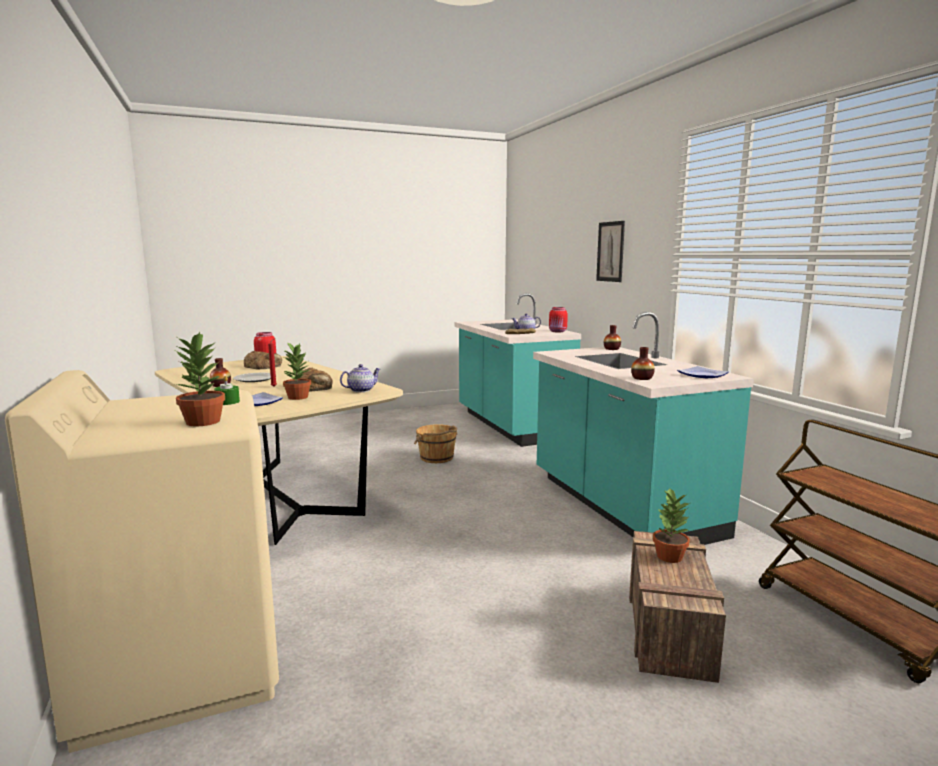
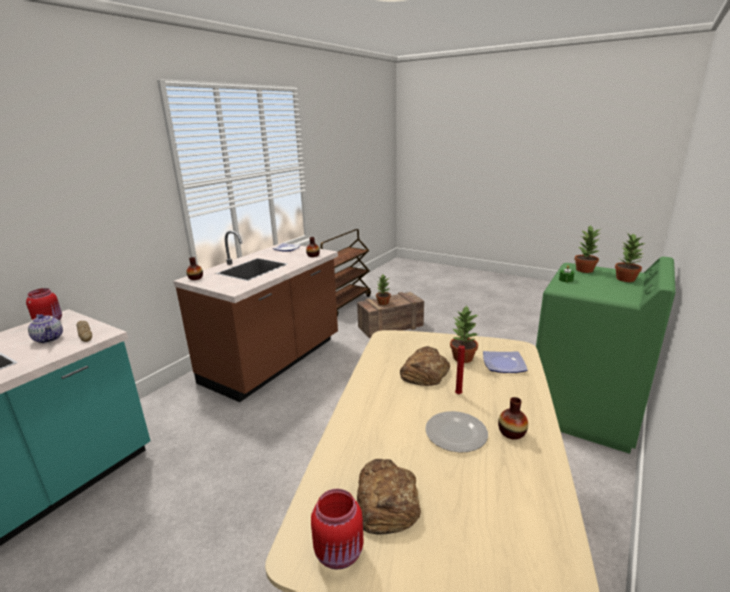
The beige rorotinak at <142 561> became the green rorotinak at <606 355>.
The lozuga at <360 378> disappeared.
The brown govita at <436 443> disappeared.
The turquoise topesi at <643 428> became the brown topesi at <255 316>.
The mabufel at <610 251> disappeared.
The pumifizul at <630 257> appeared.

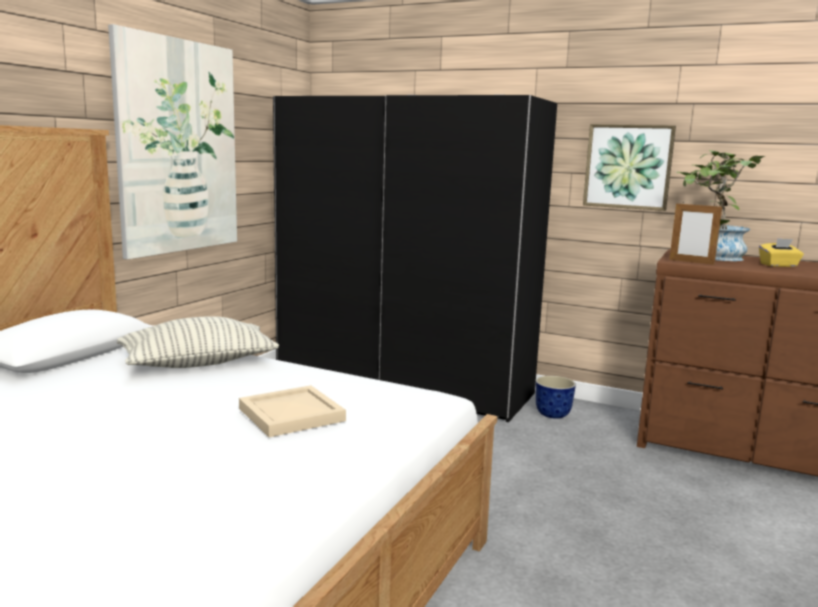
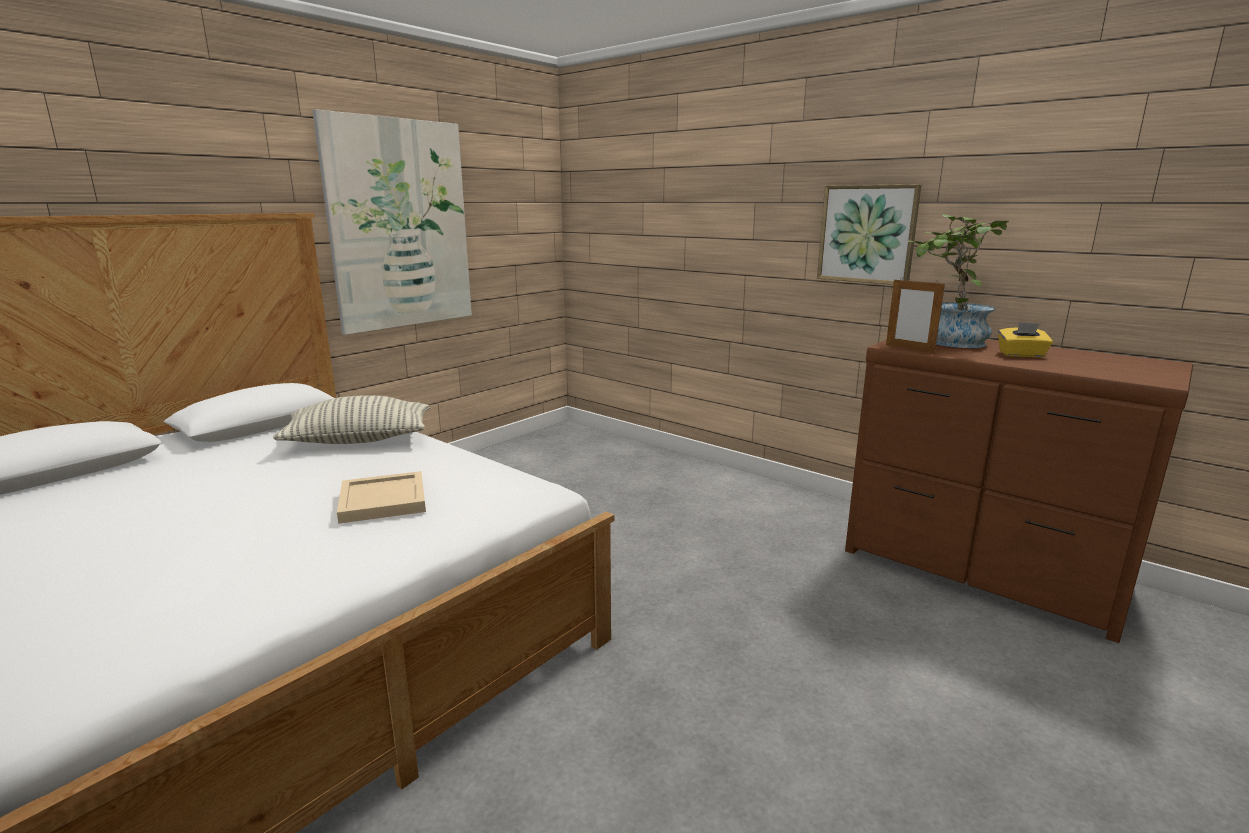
The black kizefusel at <415 258> disappeared.
The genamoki at <556 397> disappeared.

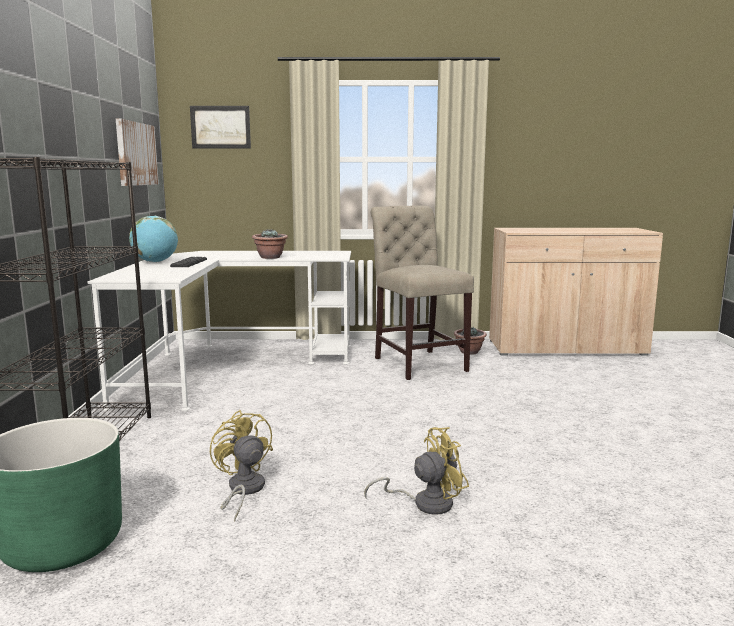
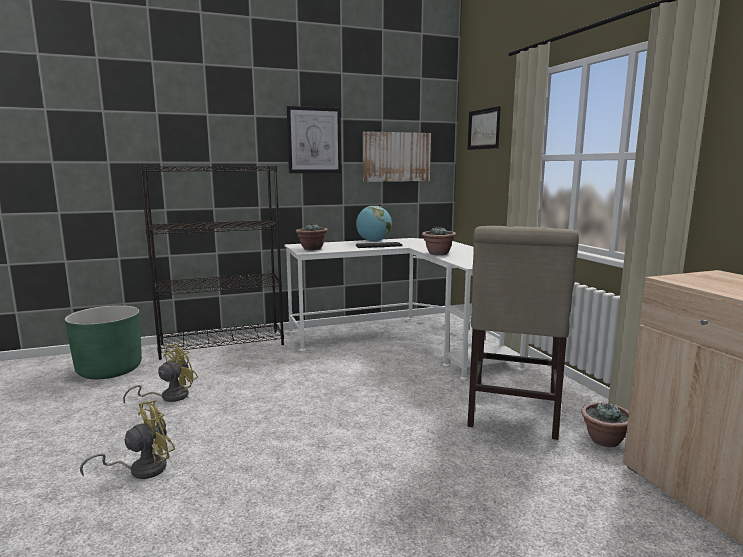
The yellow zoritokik at <416 471> turned 90 degrees counterclockwise.
The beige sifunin at <422 292> turned 150 degrees clockwise.
The mabufel at <314 139> appeared.
The pumifizul at <312 236> appeared.

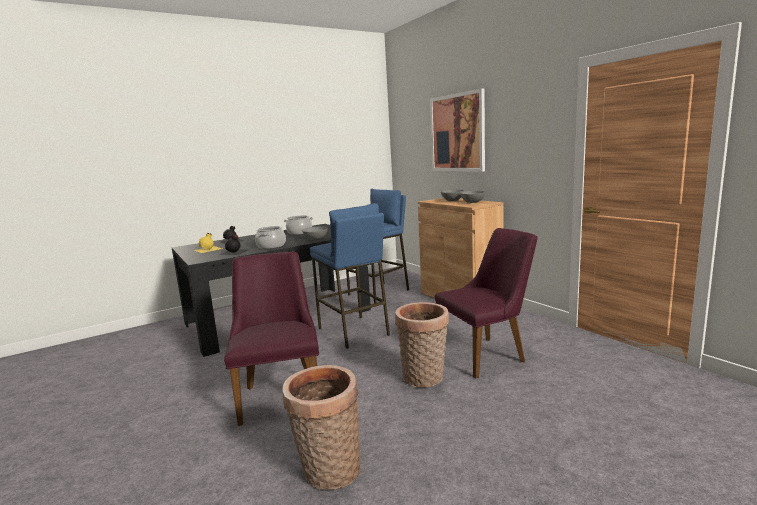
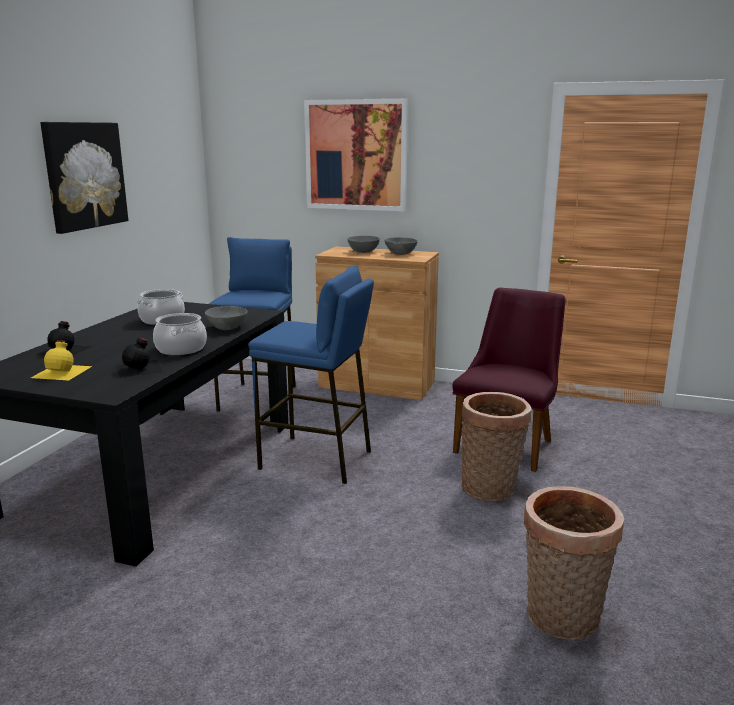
The purple sifunin at <271 338> disappeared.
The mabufel at <84 178> appeared.

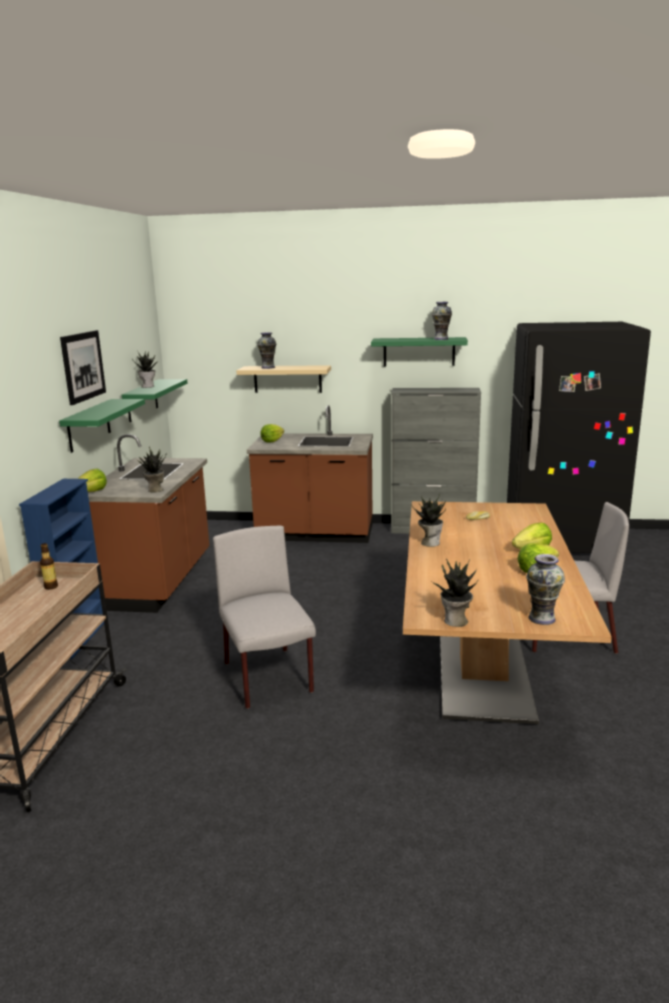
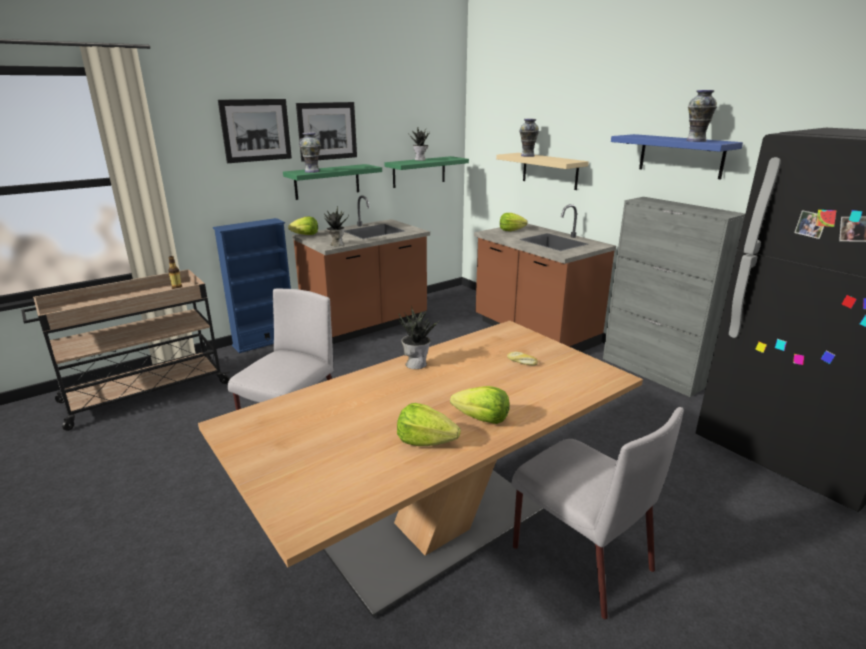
The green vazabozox at <419 351> became the blue vazabozox at <677 156>.
The pumifizul at <454 592> disappeared.
The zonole moved from <545 589> to <310 152>.
The mabufel at <255 131> appeared.

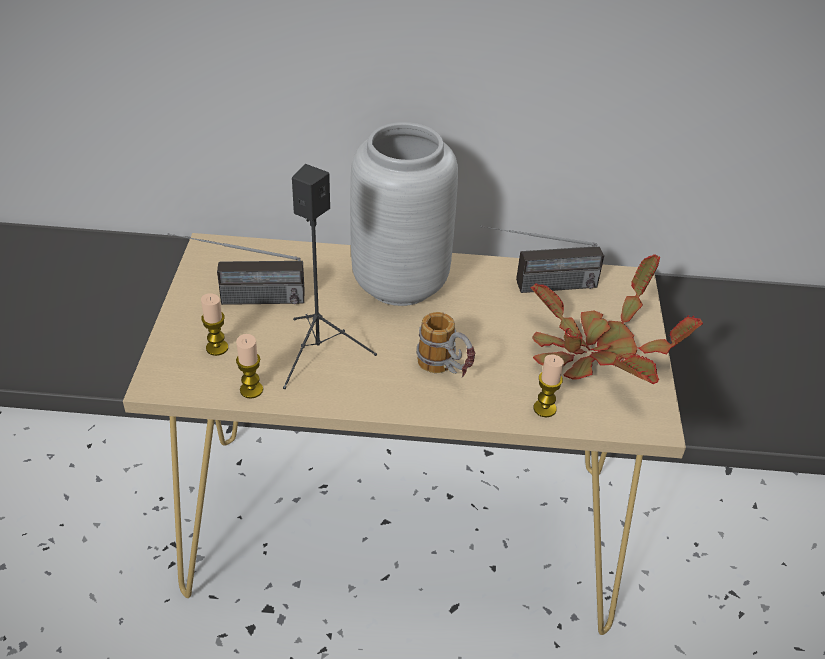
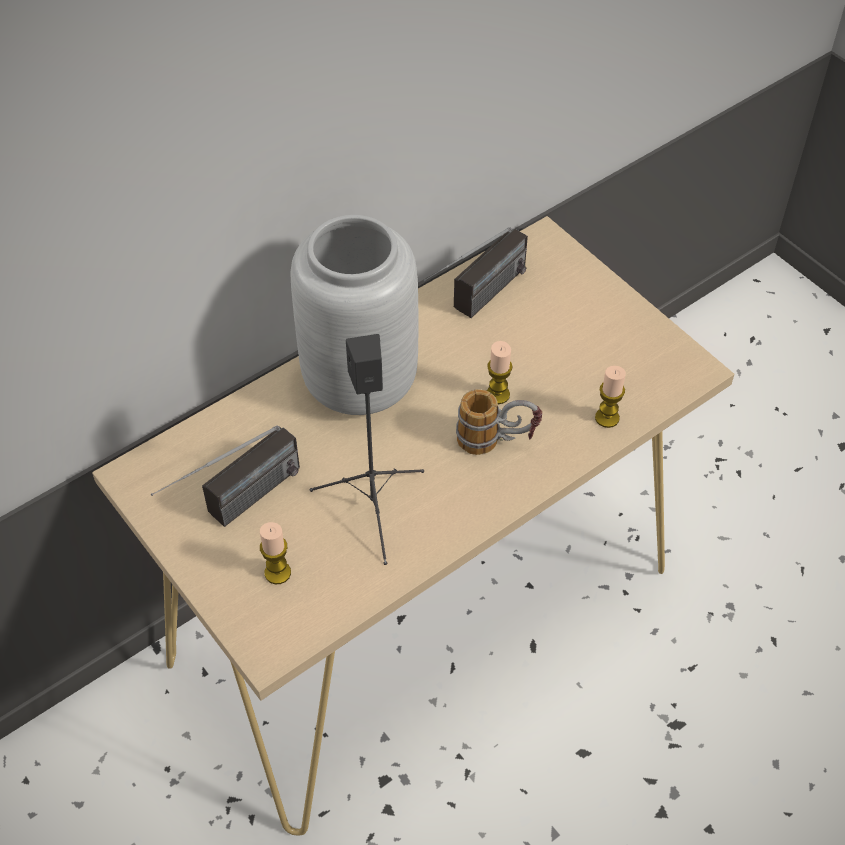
The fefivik moved from <249 366> to <500 372>.
The pumifizul at <616 319> disappeared.

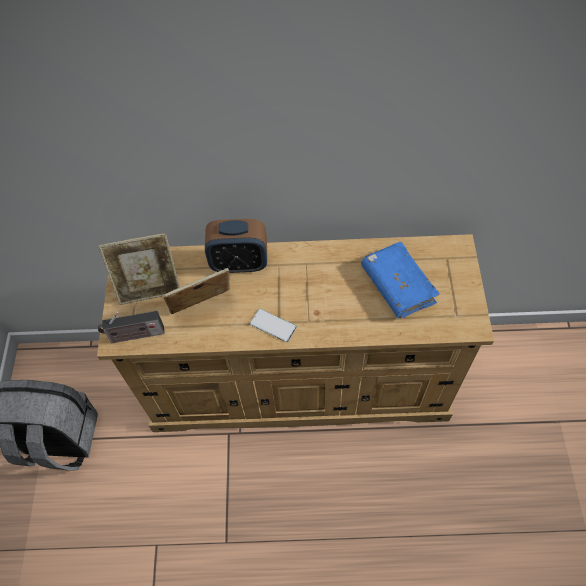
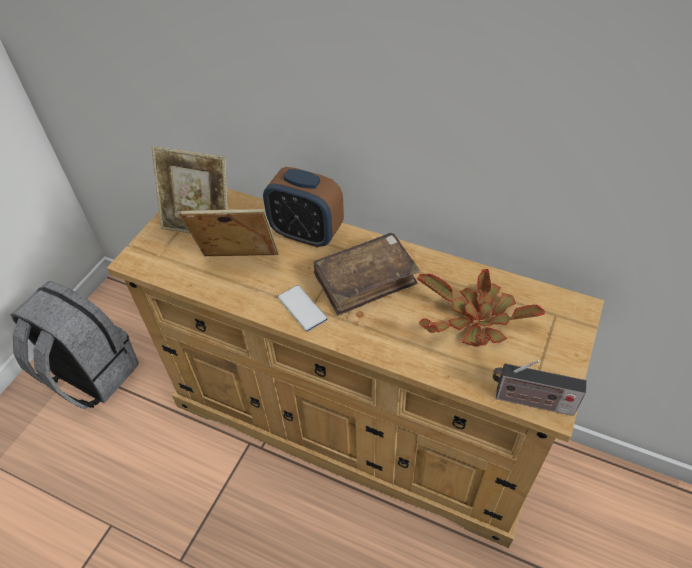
The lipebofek moved from <131 327> to <539 388>.
The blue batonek at <400 280> was replaced by the pumifizul at <481 308>.
The brown batonek at <366 274> appeared.

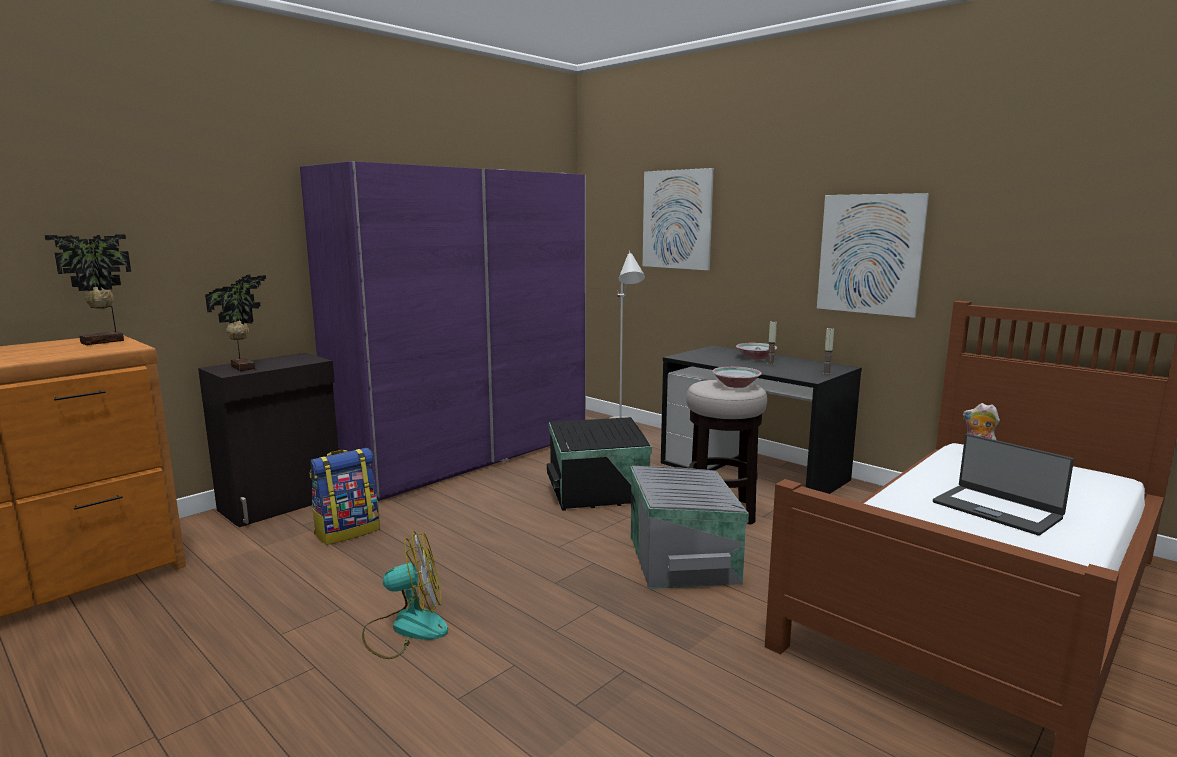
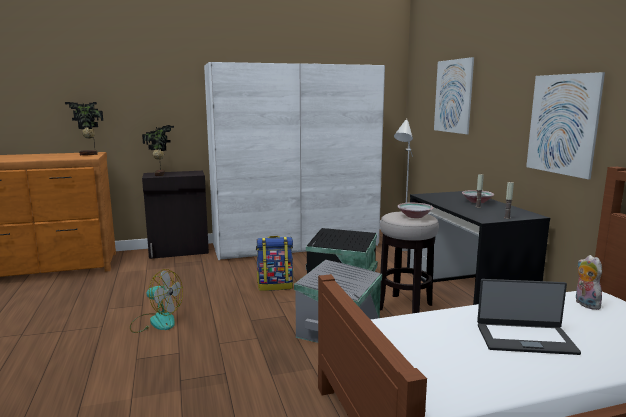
The purple kizefusel at <443 331> became the white kizefusel at <294 161>.
The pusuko moved from <344 496> to <274 263>.
The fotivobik at <1003 485> turned 75 degrees counterclockwise.

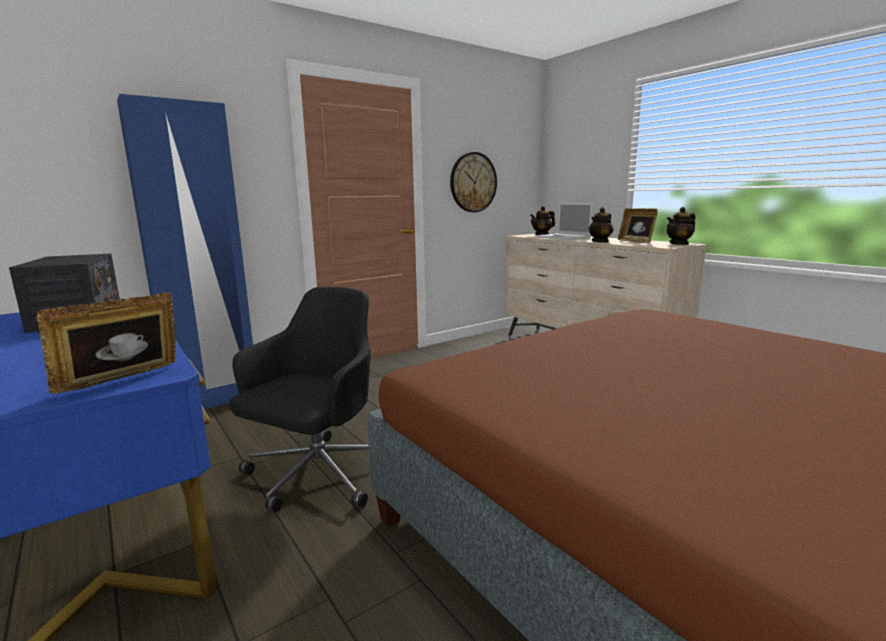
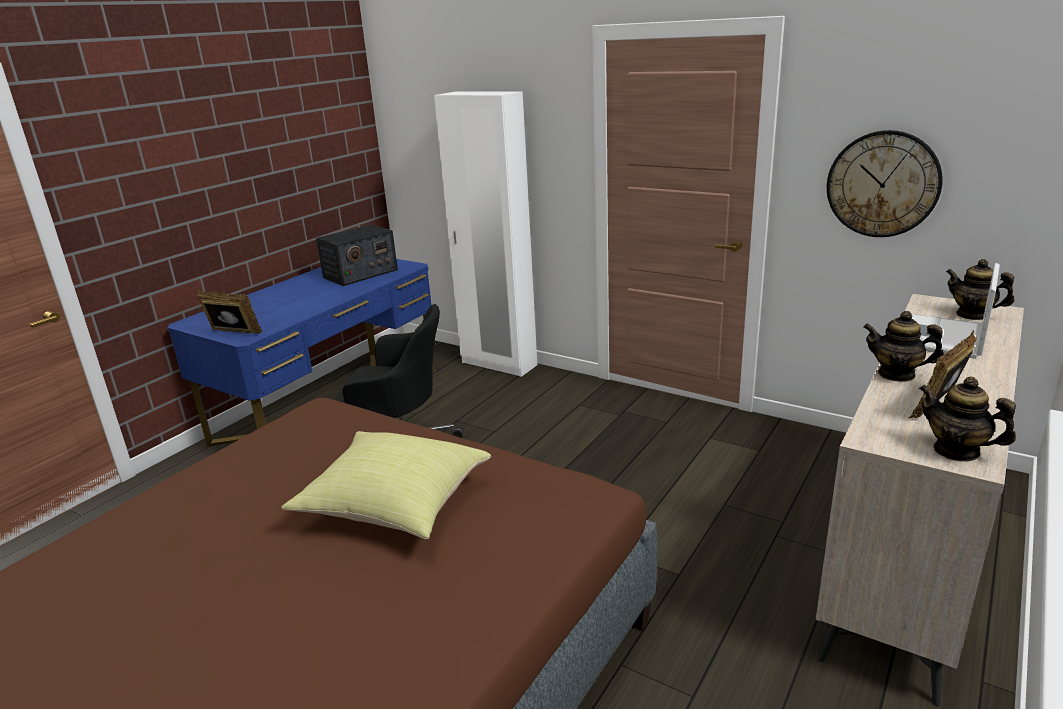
The blue kizefusel at <185 252> became the white kizefusel at <485 234>.
The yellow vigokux at <386 485> appeared.

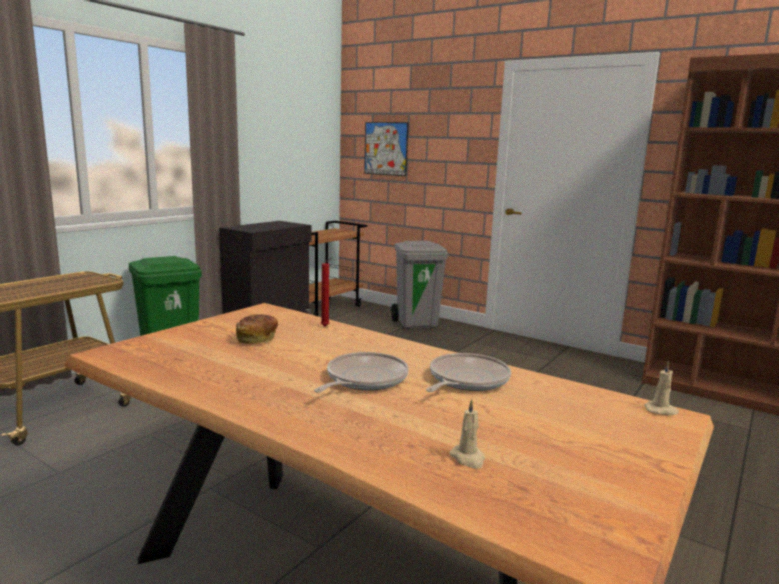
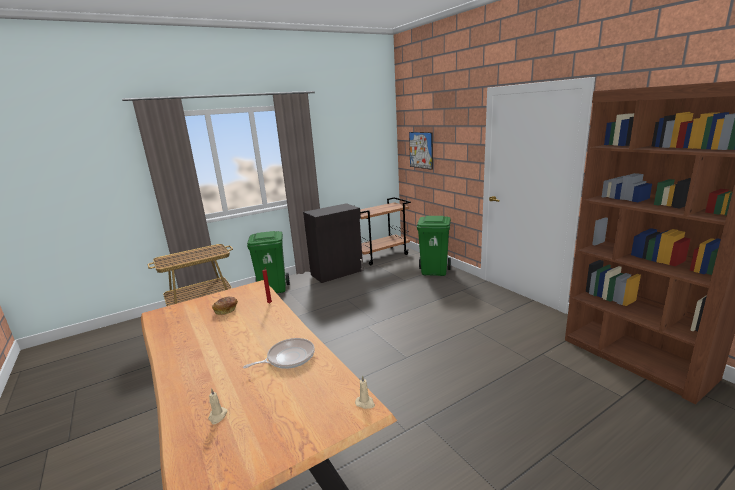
The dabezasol at <361 372> disappeared.
The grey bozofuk at <419 284> became the green bozofuk at <434 246>.

